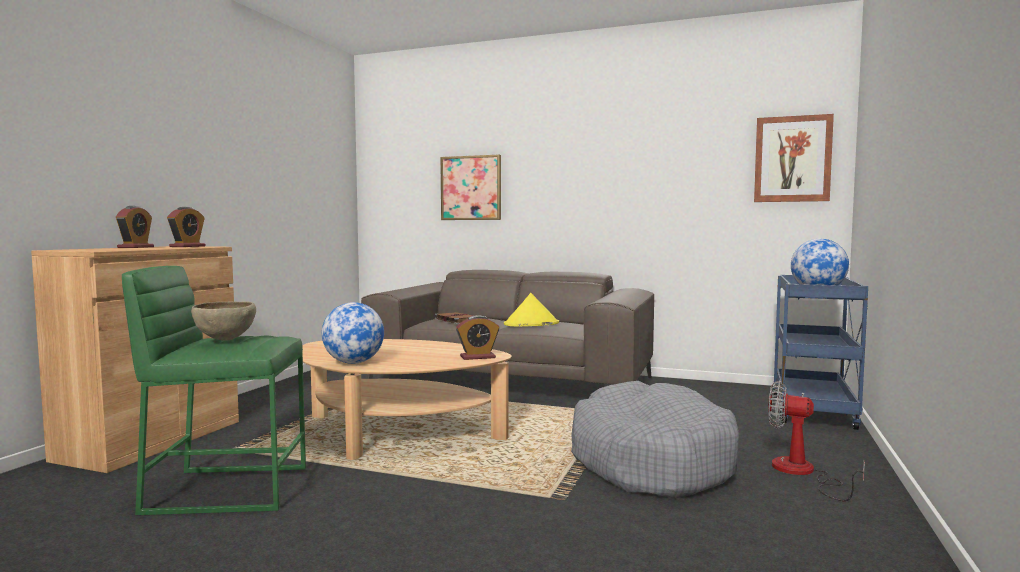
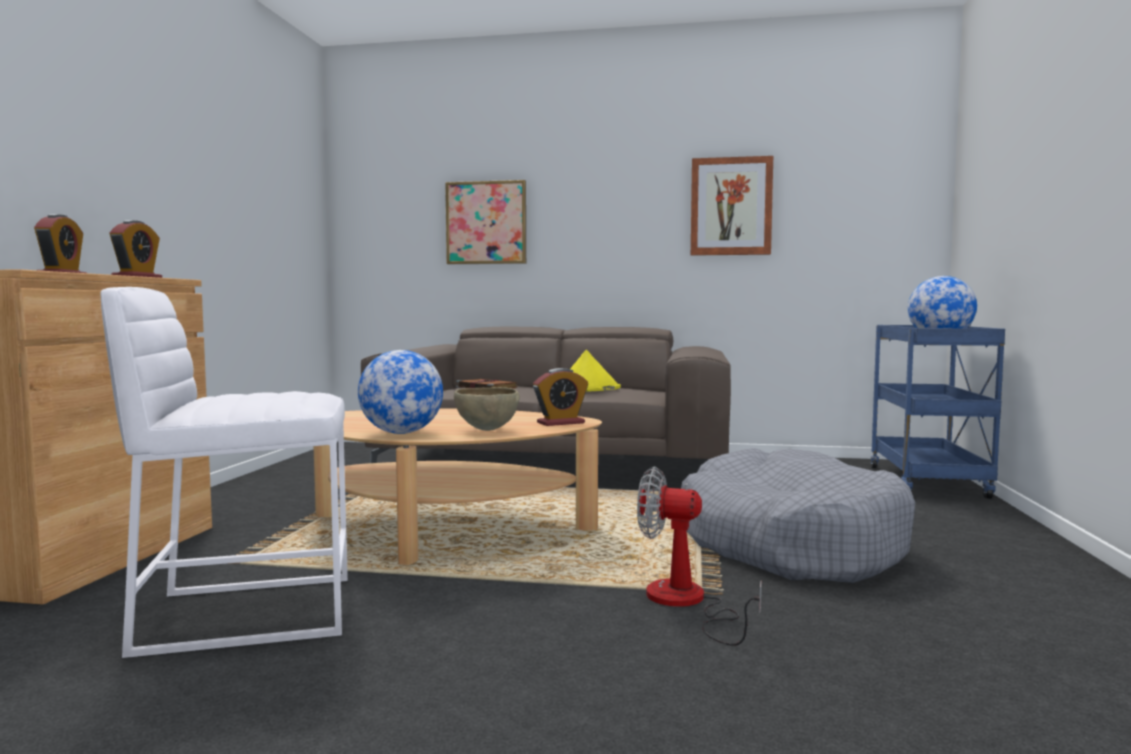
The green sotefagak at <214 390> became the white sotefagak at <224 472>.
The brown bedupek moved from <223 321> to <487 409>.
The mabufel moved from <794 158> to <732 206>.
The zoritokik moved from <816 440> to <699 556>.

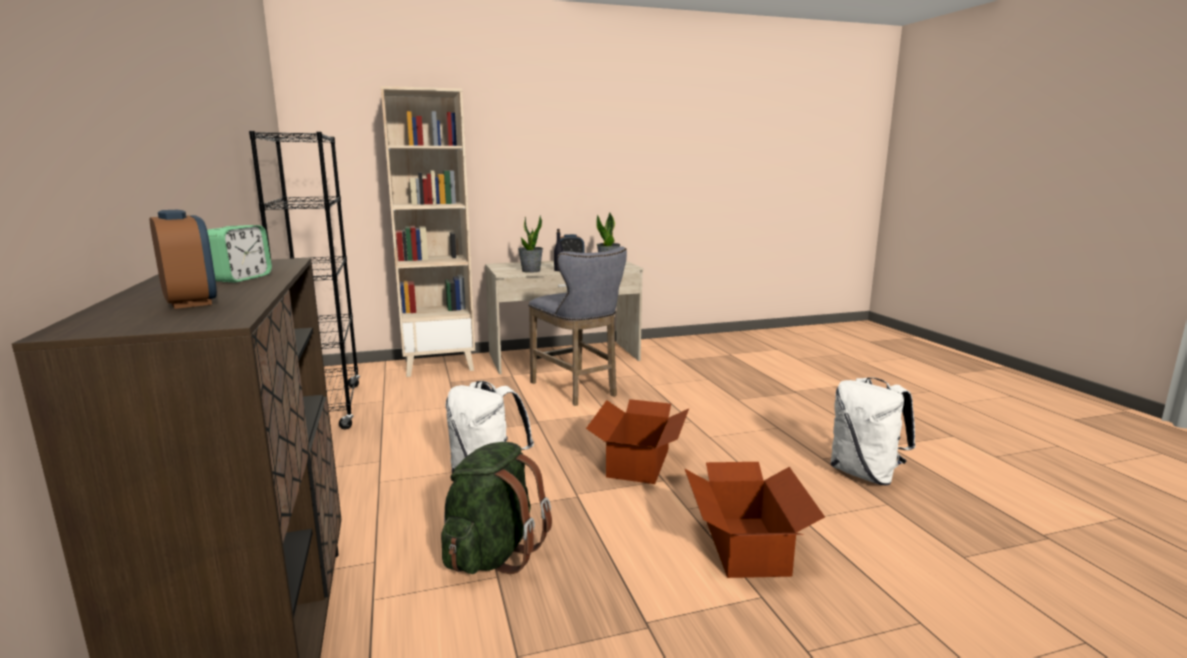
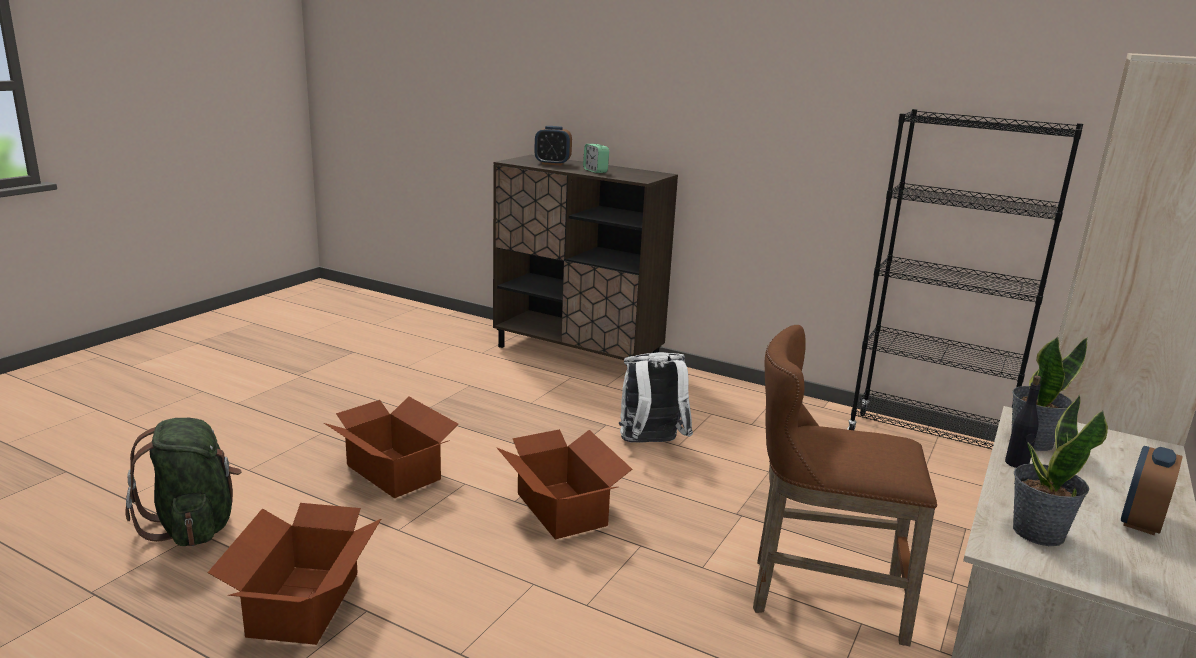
The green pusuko moved from <496 508> to <183 482>.
The grey sotefagak at <578 326> became the brown sotefagak at <845 485>.
The white pusuko at <873 431> was replaced by the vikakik at <294 574>.

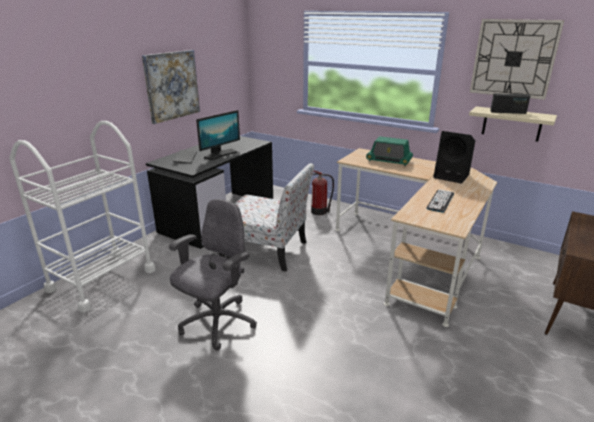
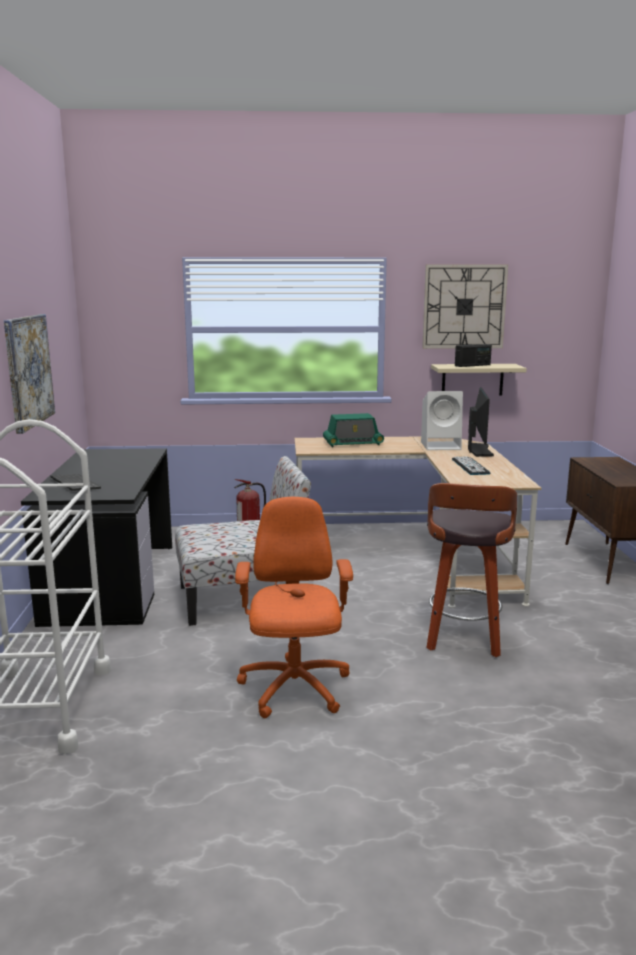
The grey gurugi at <213 274> became the orange gurugi at <294 607>.
The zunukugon moved from <218 135> to <481 422>.
The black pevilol at <454 157> became the white pevilol at <442 420>.
The sotefagak at <471 570> appeared.

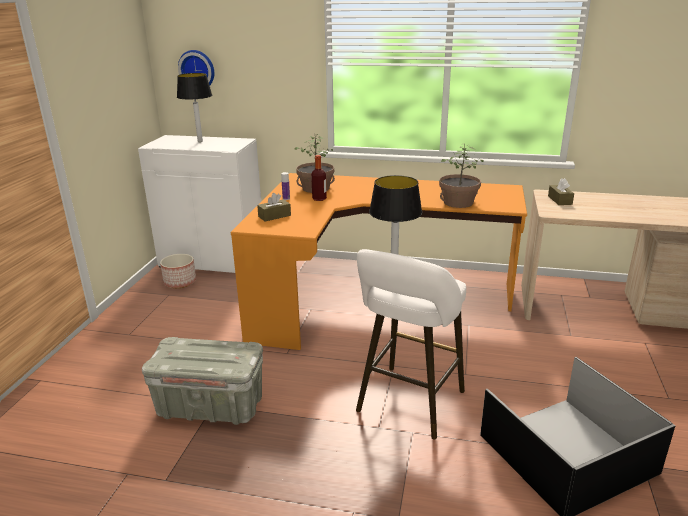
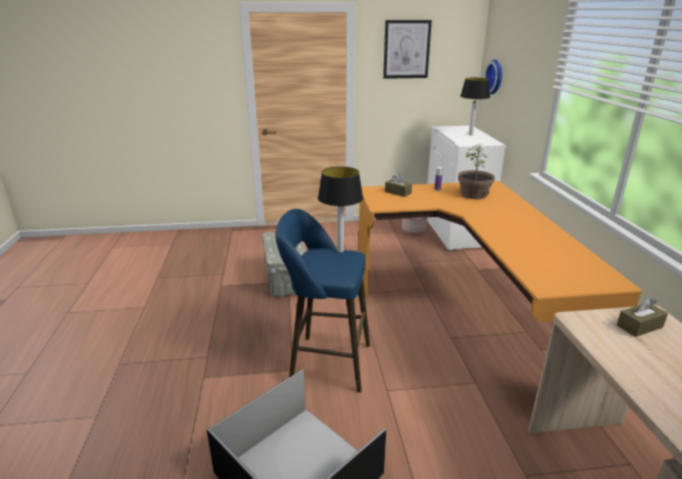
The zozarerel at <319 178> disappeared.
The white sotefagak at <411 344> became the blue sotefagak at <323 300>.
The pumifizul at <461 175> disappeared.
The mabufel at <407 49> appeared.

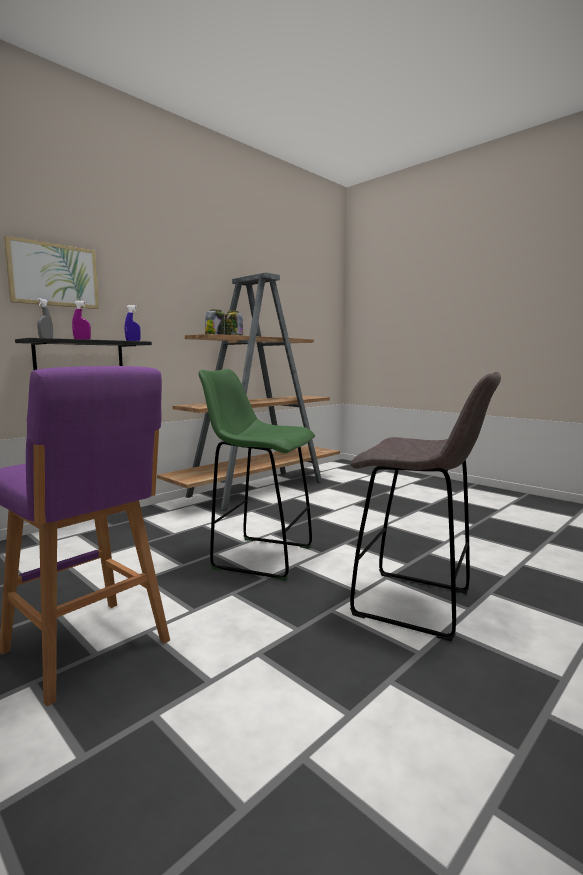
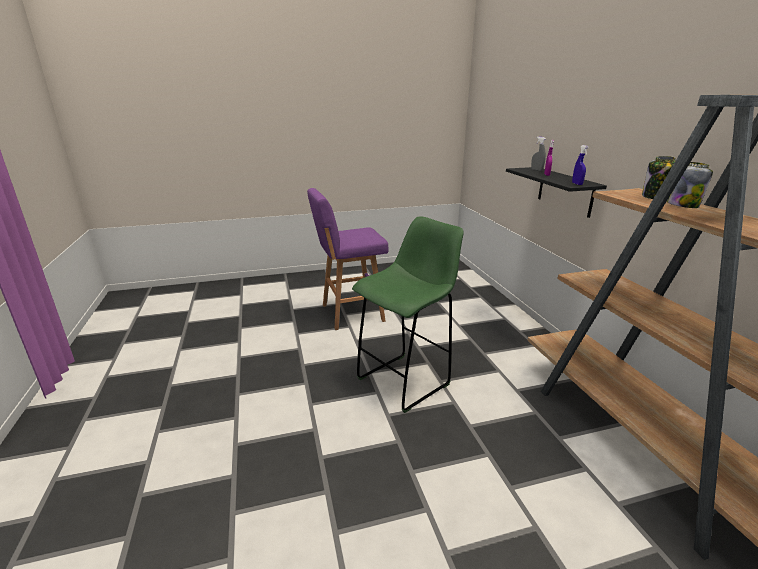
The mabufel at <51 272> disappeared.
The grey sotefagak at <425 506> disappeared.

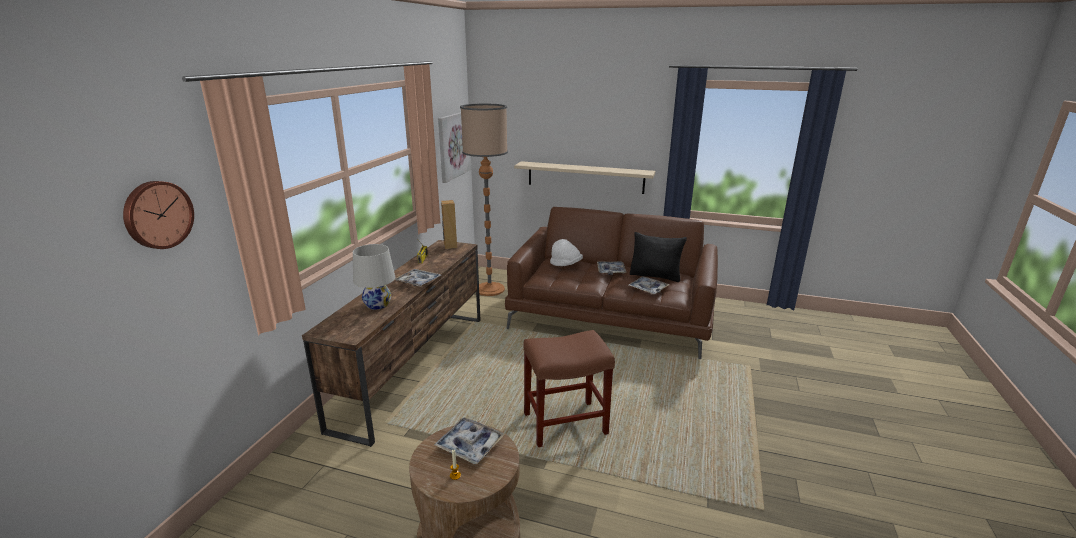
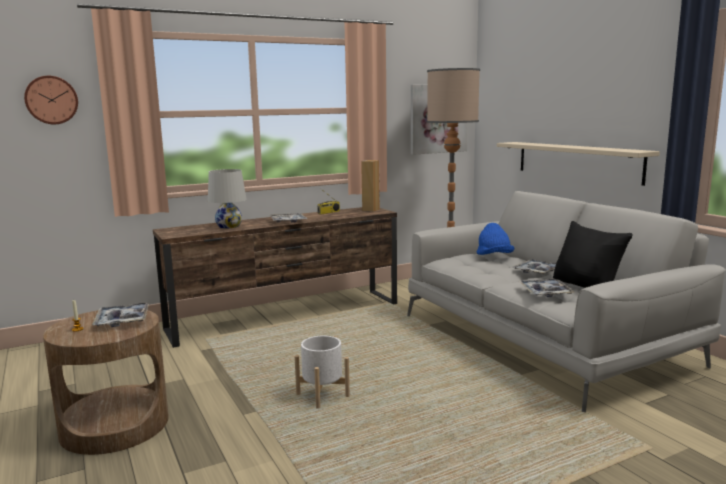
The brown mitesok at <611 283> became the grey mitesok at <566 301>.
The brown sotefagak at <569 388> was replaced by the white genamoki at <322 372>.
The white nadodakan at <566 252> became the blue nadodakan at <495 239>.

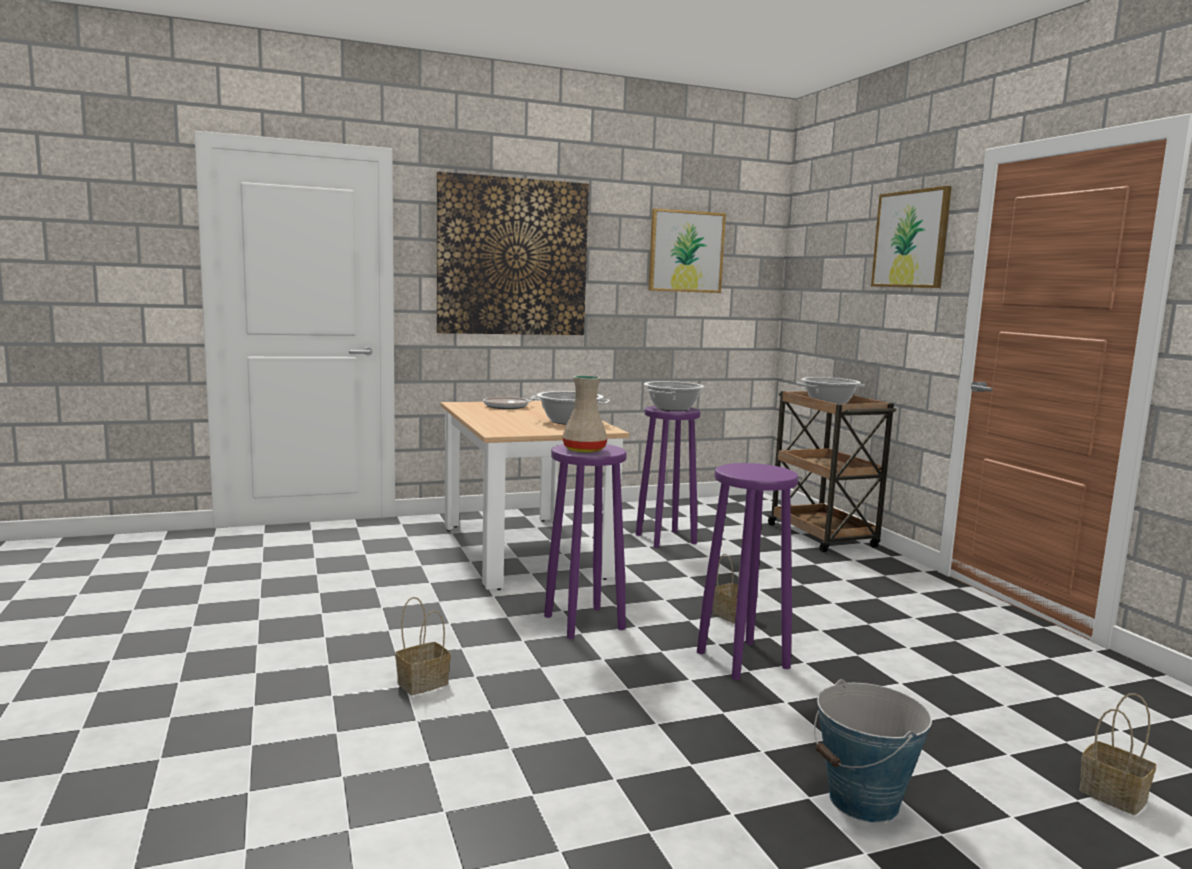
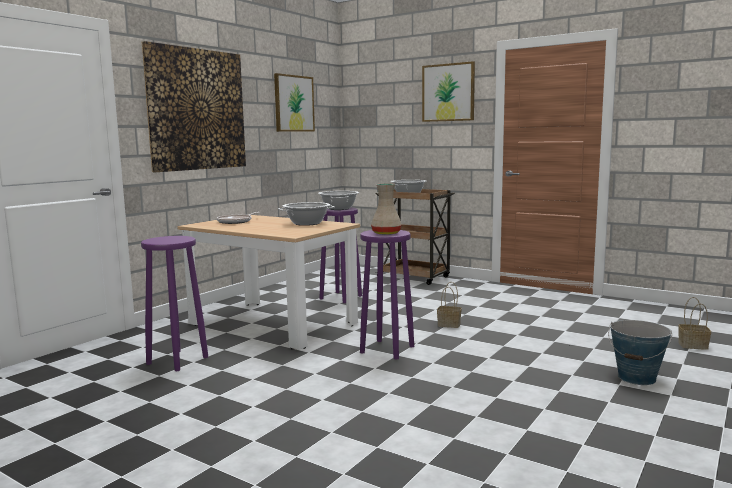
The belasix at <423 646> disappeared.
The purple sotefagak moved from <748 571> to <174 303>.

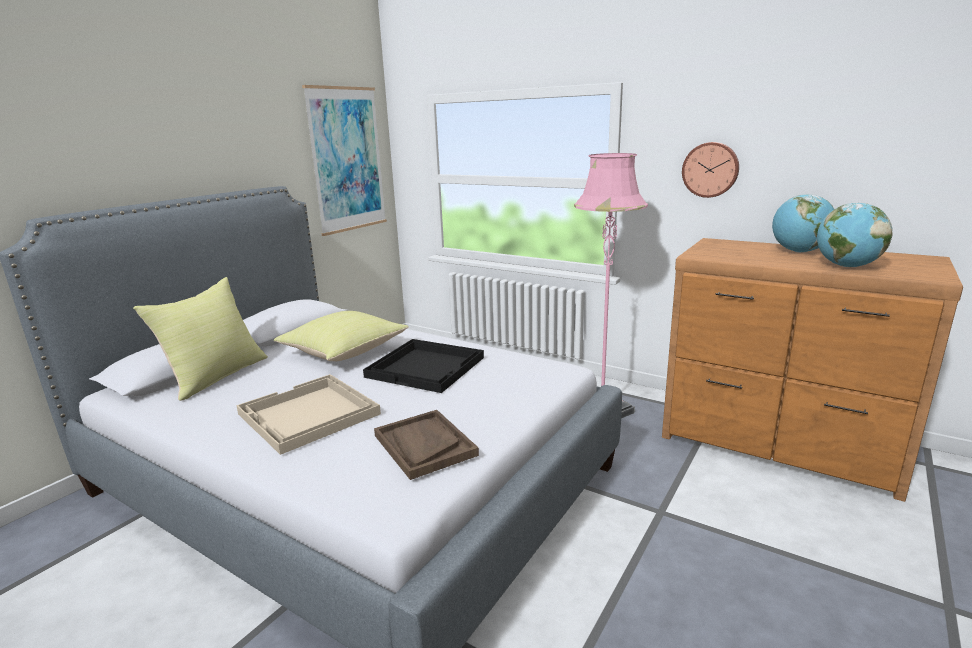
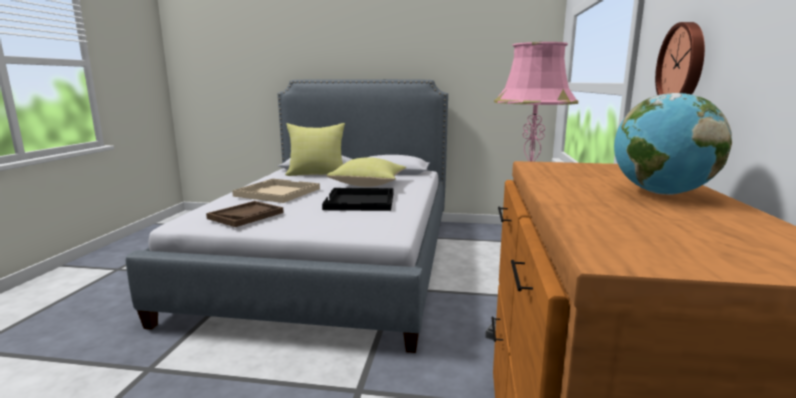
The mabufel at <344 160> disappeared.
The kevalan at <855 235> disappeared.

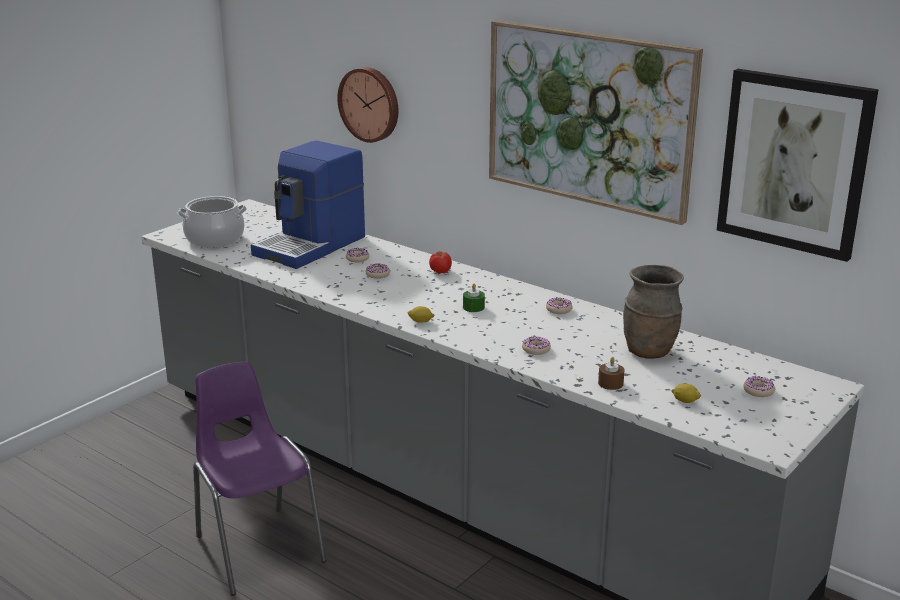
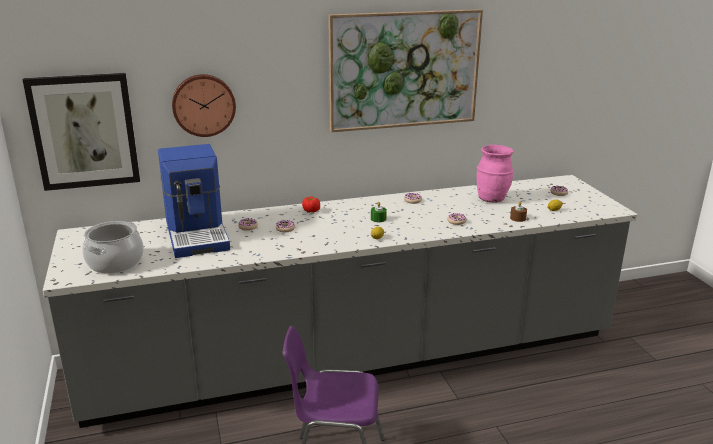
The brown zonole at <653 312> became the pink zonole at <495 173>.
The mabufel moved from <798 165> to <81 132>.

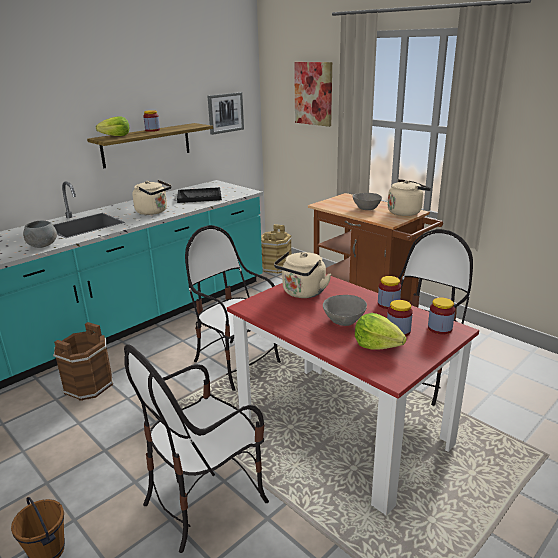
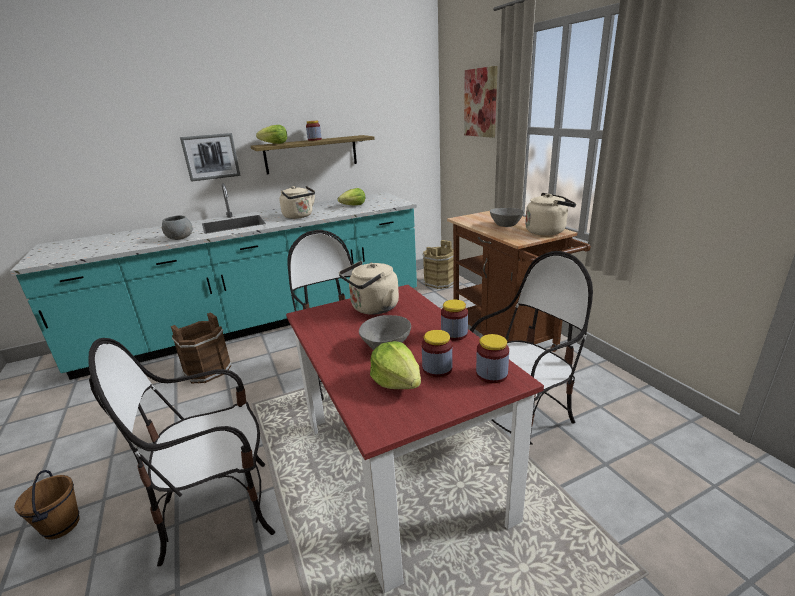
The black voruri at <199 195> was replaced by the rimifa at <351 196>.
The mabufel moved from <226 113> to <210 157>.

